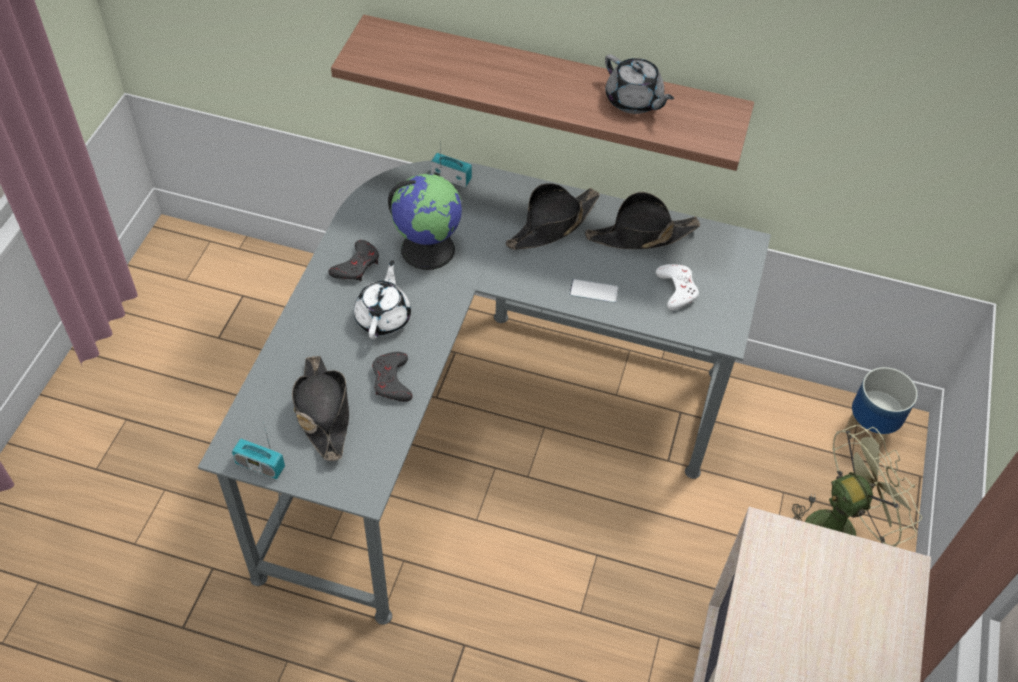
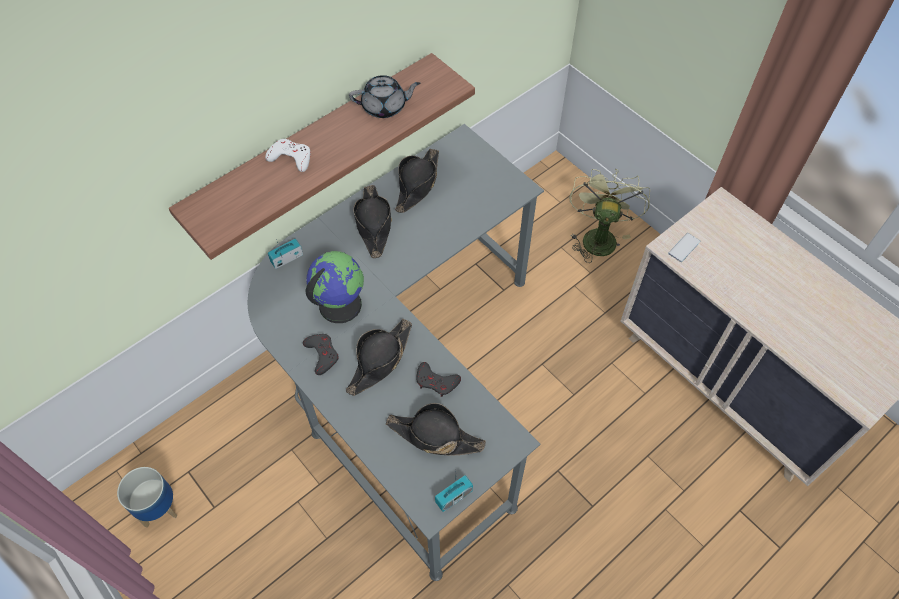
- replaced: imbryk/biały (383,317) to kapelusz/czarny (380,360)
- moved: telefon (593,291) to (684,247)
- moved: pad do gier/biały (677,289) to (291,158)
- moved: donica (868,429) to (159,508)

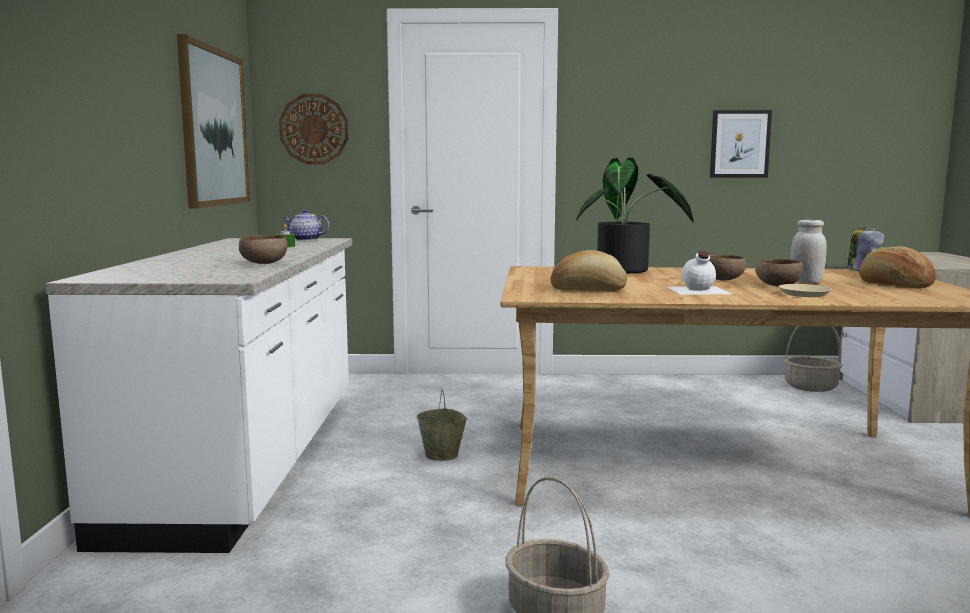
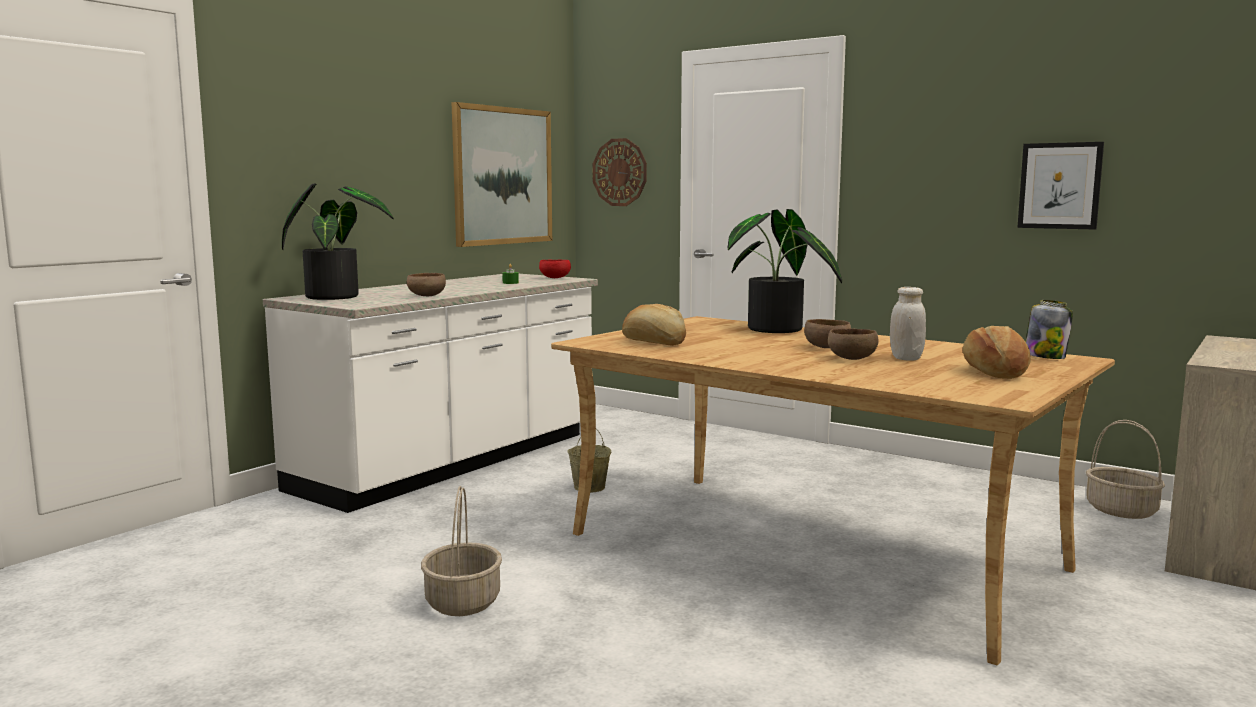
- replaced: imbryk (305,239) to miska/czerwony (554,278)
- removed: butelka/biały (698,290)
- removed: talerz/beżowy (804,294)
- added: roślina doniczkowa (337,296)

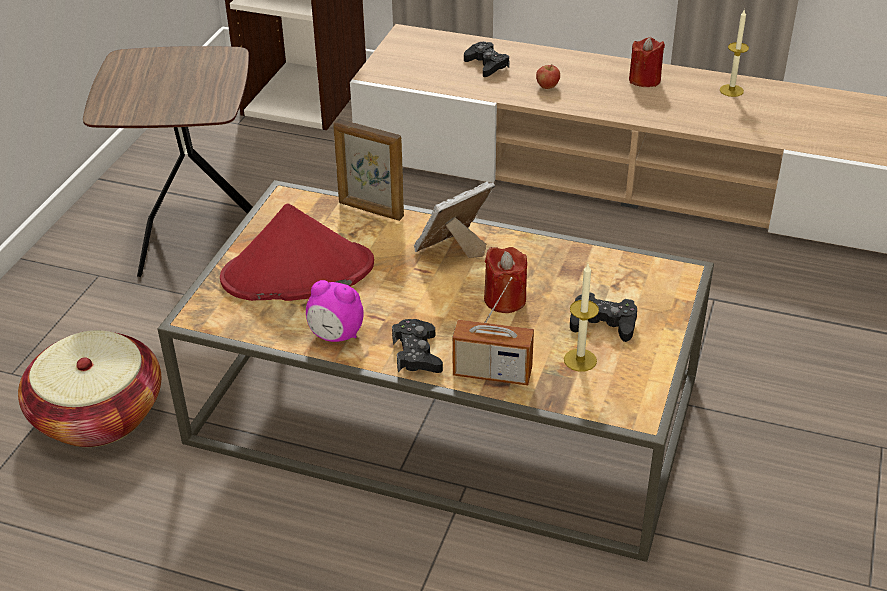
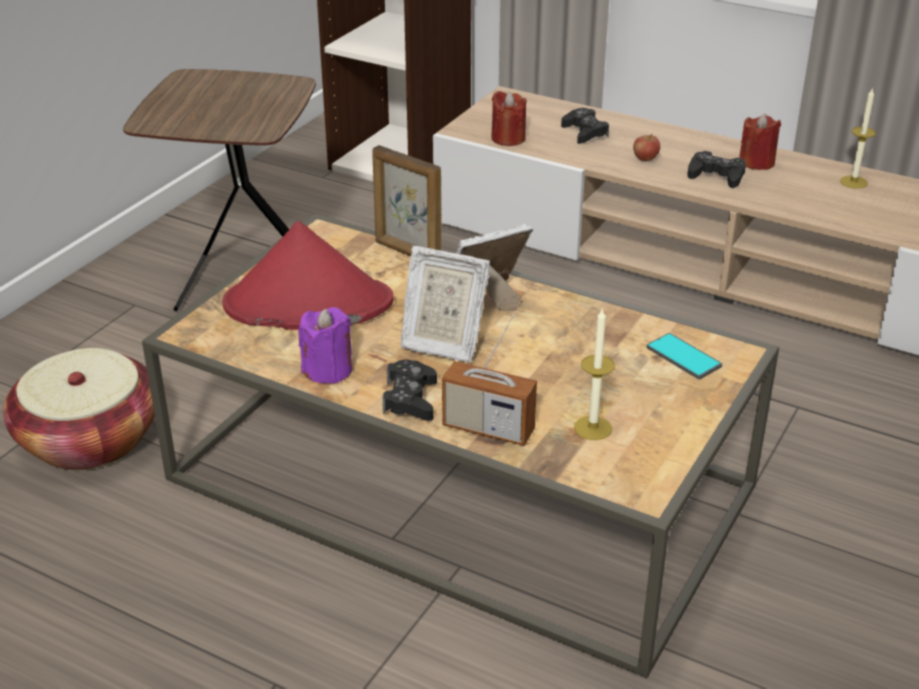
- replaced: budzik (336,335) to świeca/fioletowy (328,370)
- moved: świeca/czerwony (505,299) to (508,138)
- moved: pad do gier/czarny (603,323) to (716,176)
- added: ramka na zdjęcie (442,343)
- added: telefon (683,357)

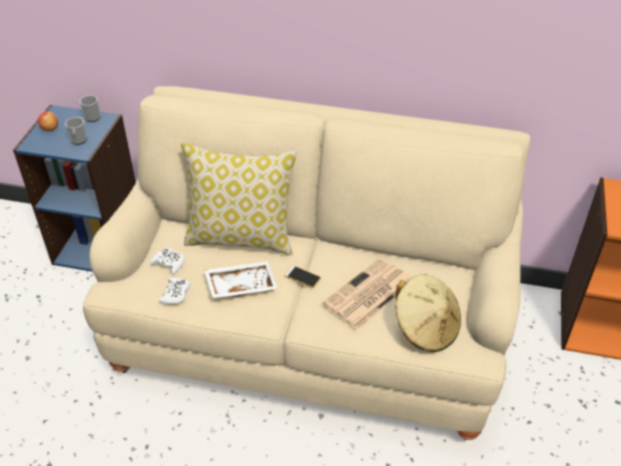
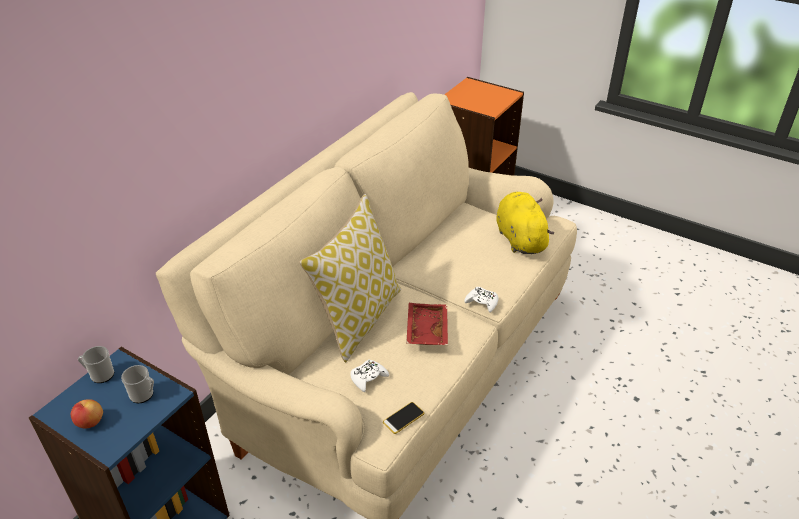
- moved: pad do gier/biały (176,294) to (482,302)
- recoloured: taca/biały (241,285) to taca/czerwony (425,330)
- moved: telefon (302,277) to (403,418)
- removed: gazeta (368,294)
- replaced: kapelusz/beżowy (425,328) to pluszak/żółty (519,238)

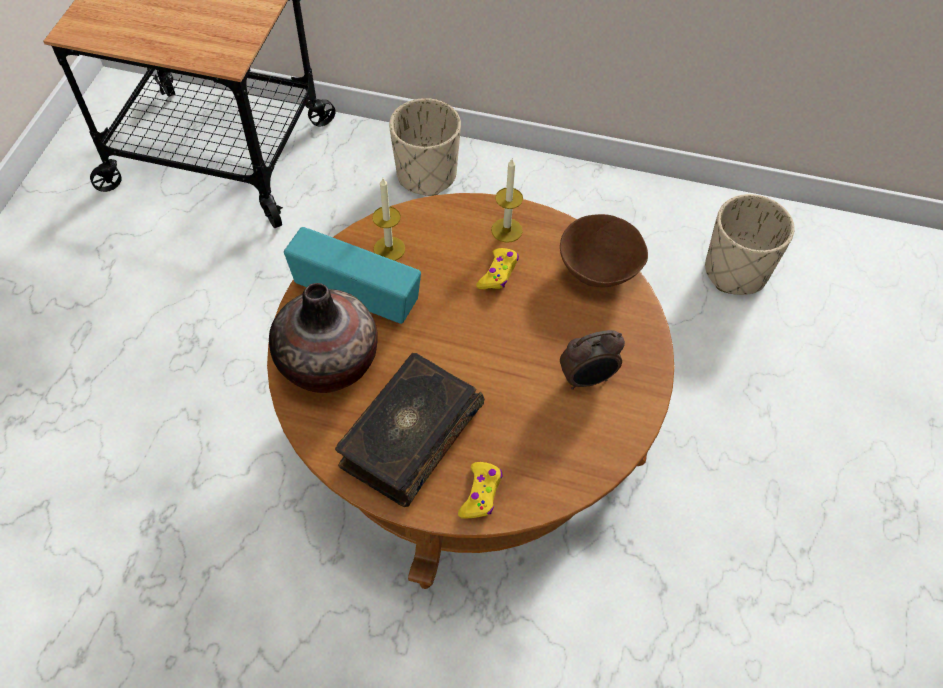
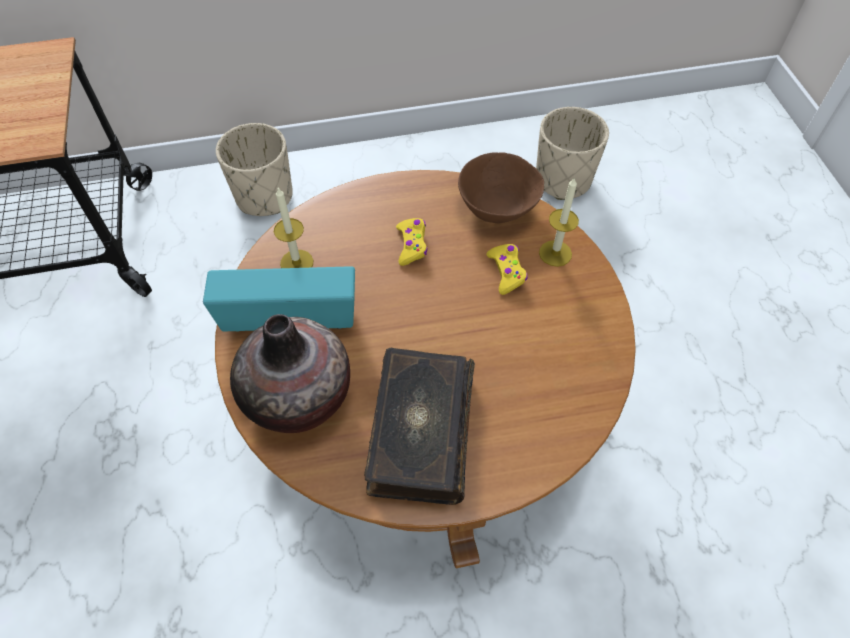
- moved: pad do gier/żółty (481,494) to (506,272)
- moved: świeca (506,230) to (555,253)
- removed: budzik (587,379)

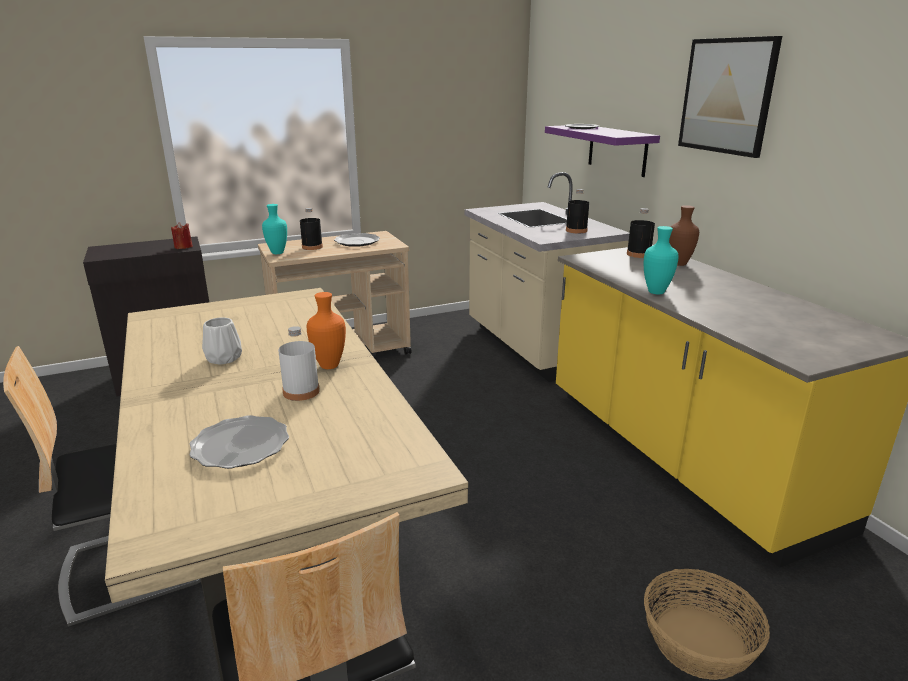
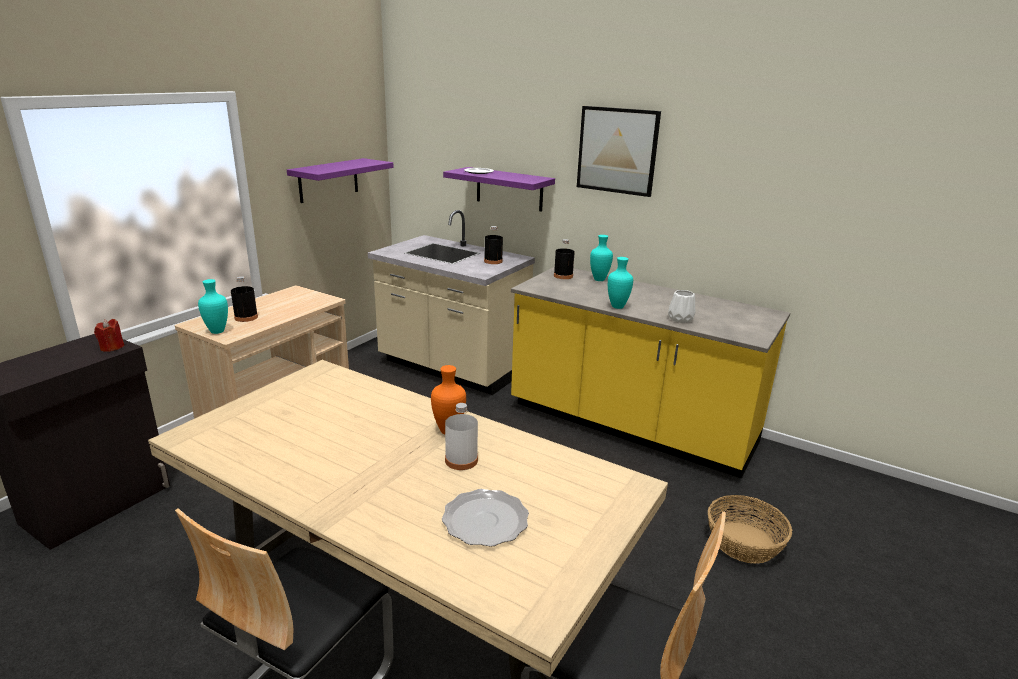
- moved: wazon/biały (224,358) to (680,319)
- removed: talerz (357,241)
- recoloured: wazon/brązowy (678,263) to wazon/turkusowy (598,279)
- added: półka/fioletowy (328,180)

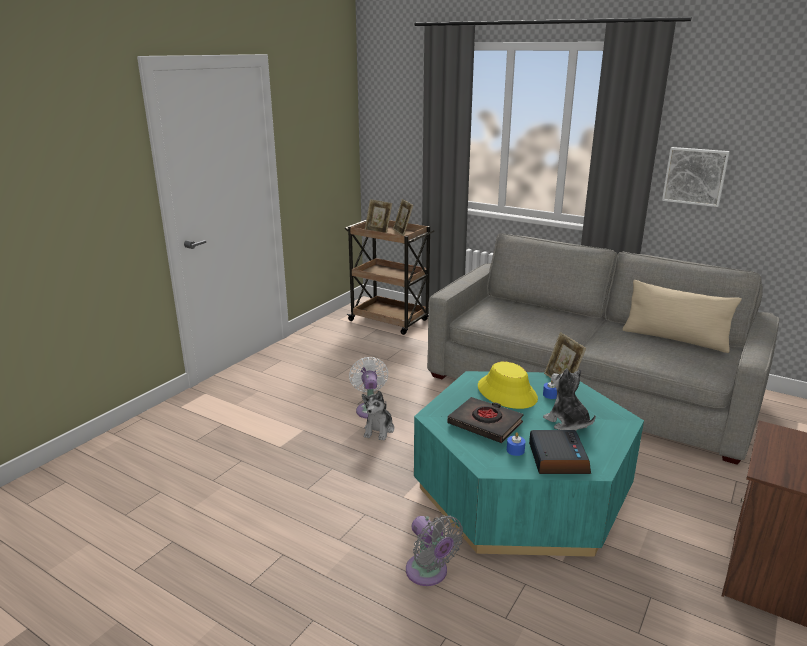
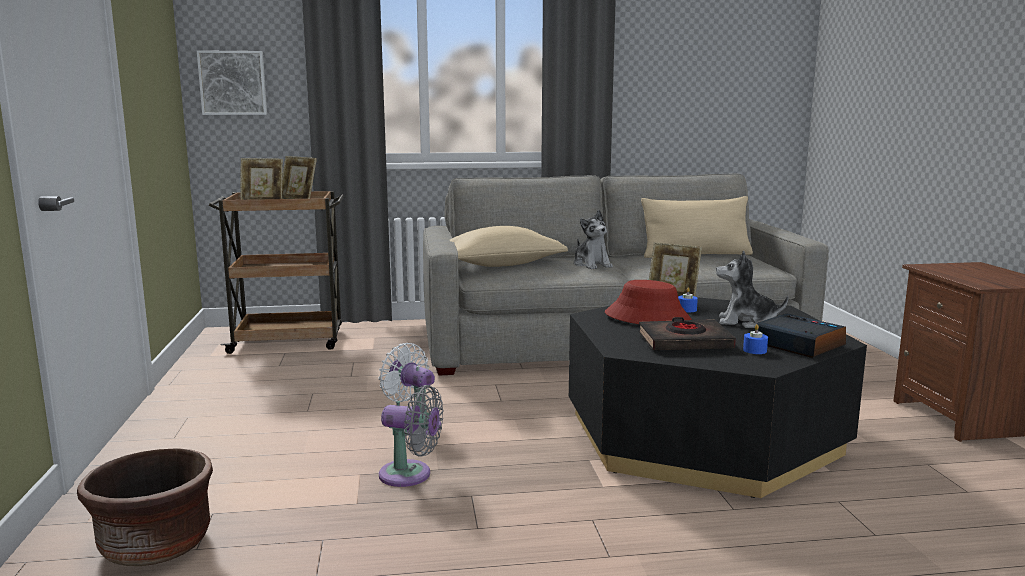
- moved: pluszak (379,430) to (591,265)
- moved: wentylator/szary (429,573) to (410,475)
- recoloured: ława/turkusowy (522,491) to ława/czarny (702,434)
- recoloured: kapelusz/żółty (507,392) to kapelusz/czerwony (647,317)
- moved: obraz (695,176) to (233,83)
- added: donica/brązowy (155,545)
- added: poduszka/beżowy (501,265)

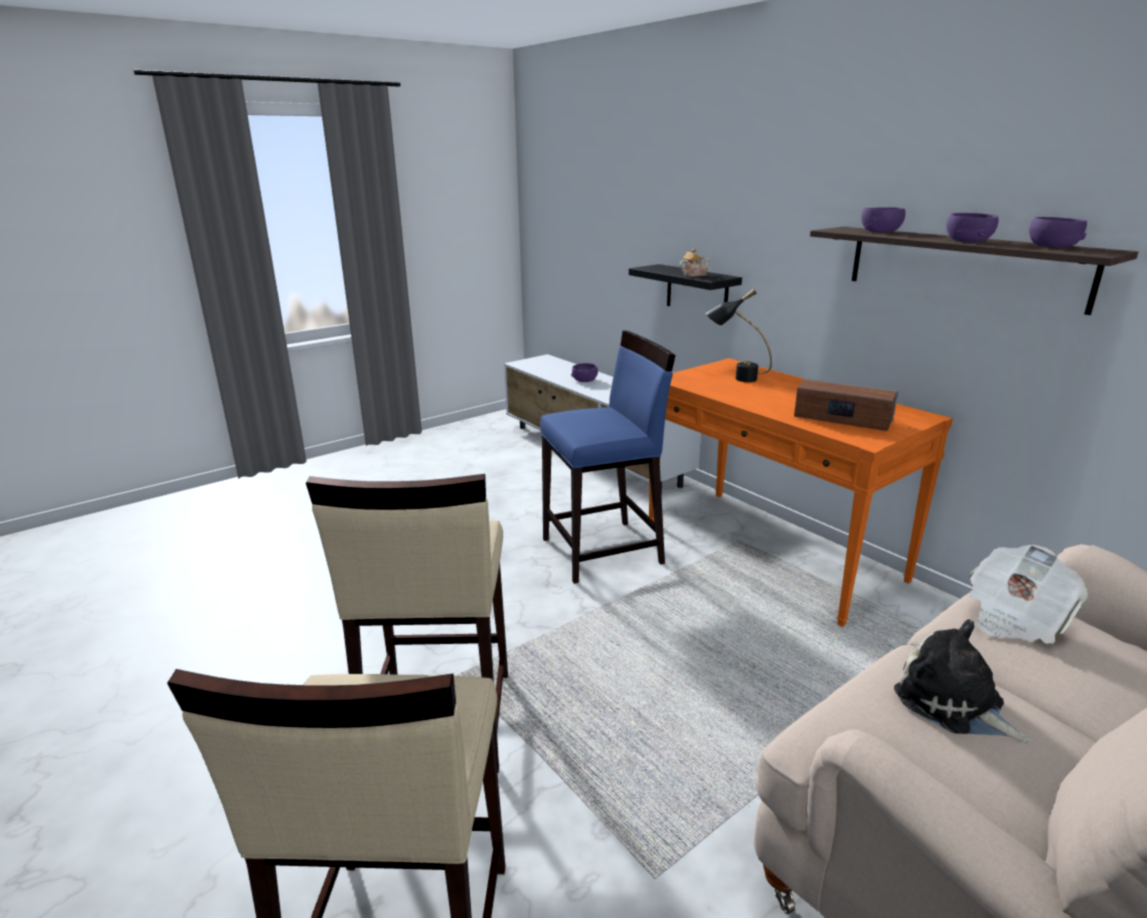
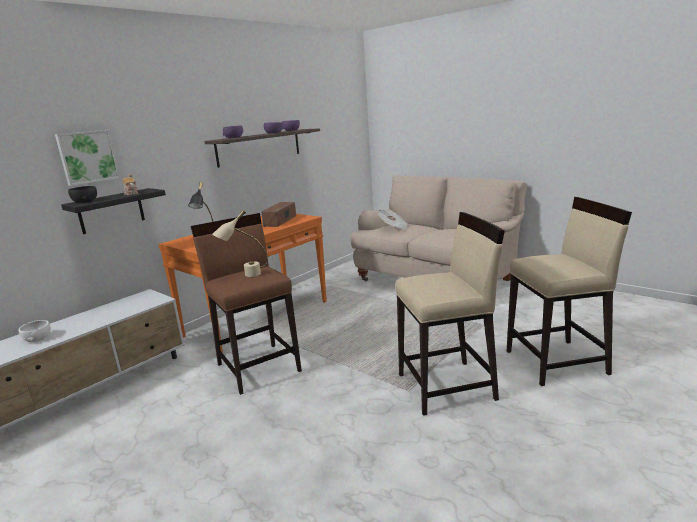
- recoloured: stołek/niebieski (603,551) to stołek/brązowy (259,367)
- recoloured: miska/fioletowy (584,380) to miska/biały (37,338)
- removed: pluszak (953,703)
- added: obraz (87,157)
- added: miska/czarny (85,201)
- added: lampa stołowa/beżowy (245,276)

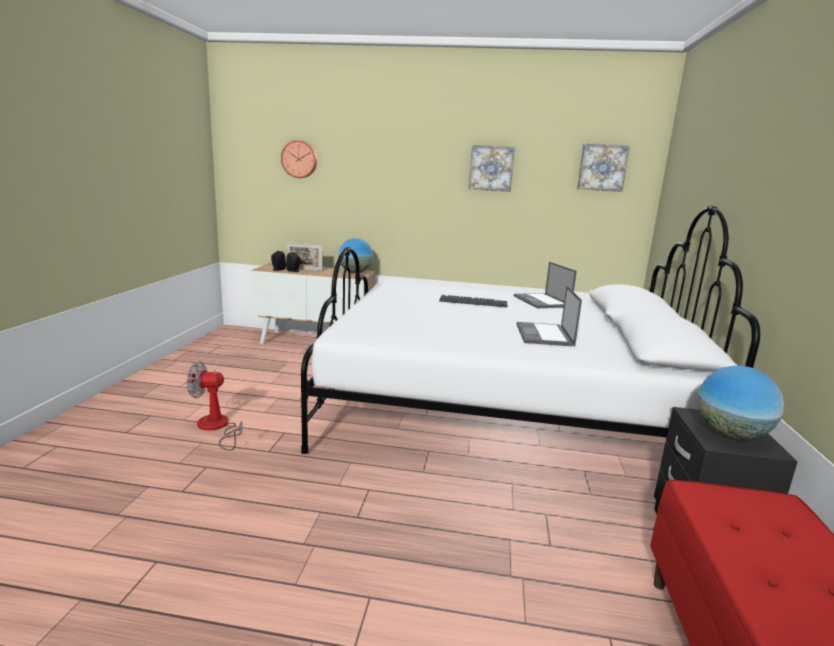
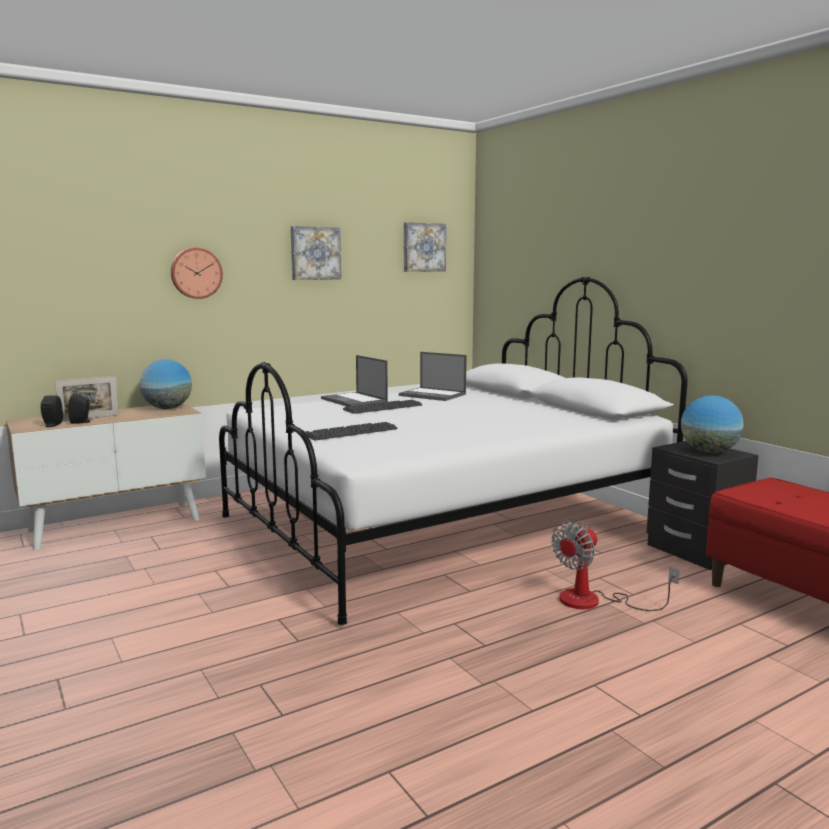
- moved: wentylator (217,428) to (594,601)
- moved: zegar ścienny (299,159) to (196,273)
- moved: laptop (544,335) to (355,400)
- added: klawiatura (351,432)

